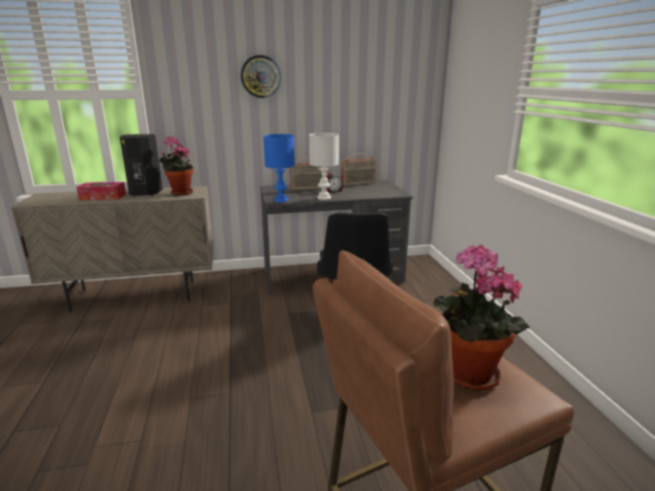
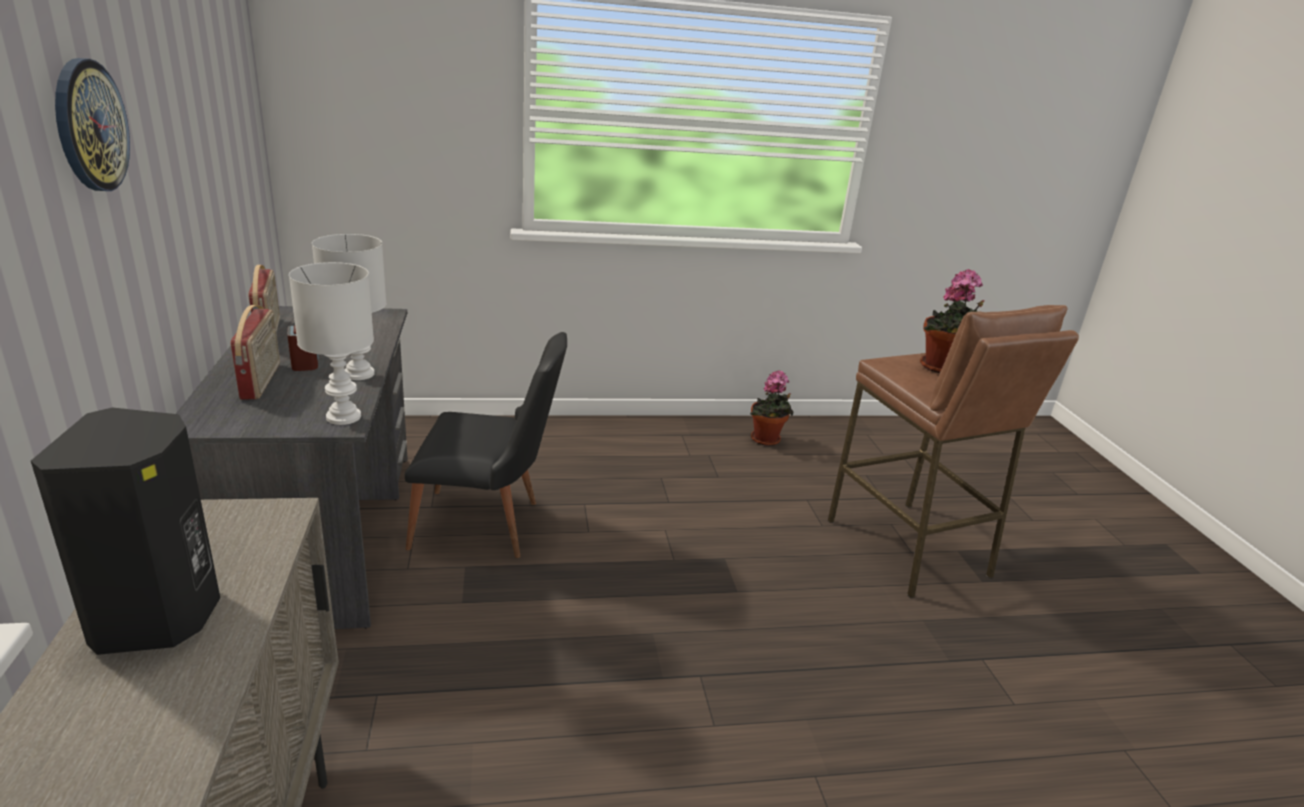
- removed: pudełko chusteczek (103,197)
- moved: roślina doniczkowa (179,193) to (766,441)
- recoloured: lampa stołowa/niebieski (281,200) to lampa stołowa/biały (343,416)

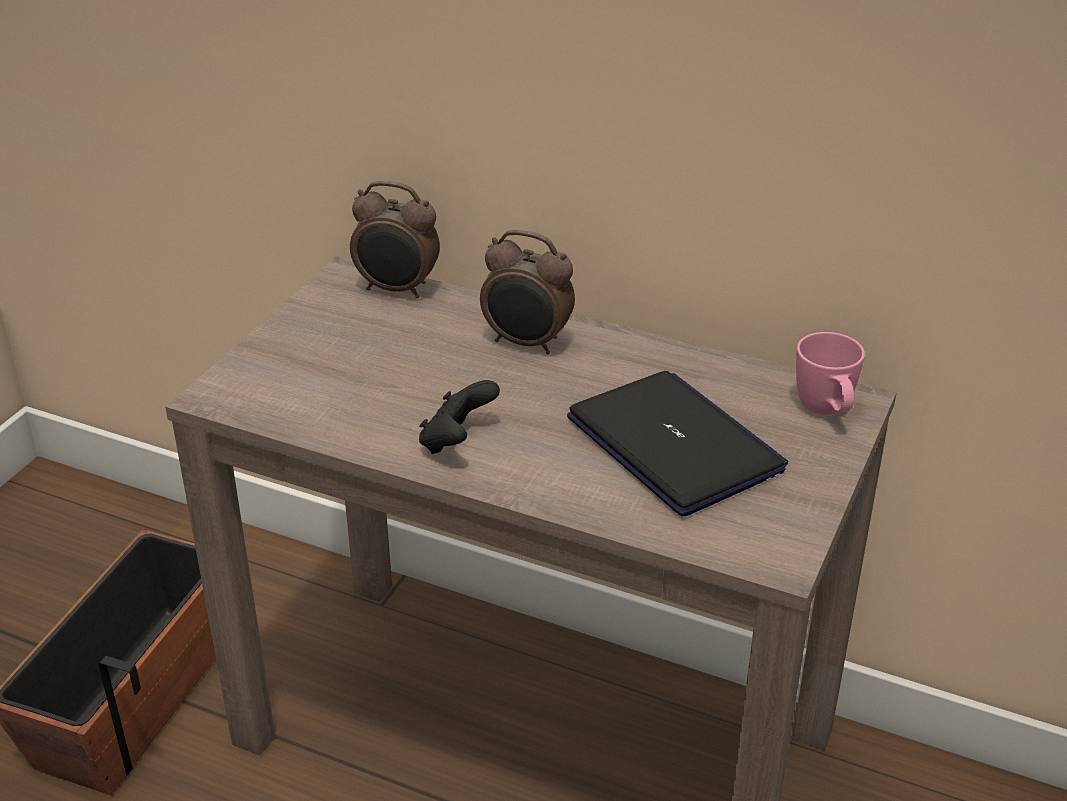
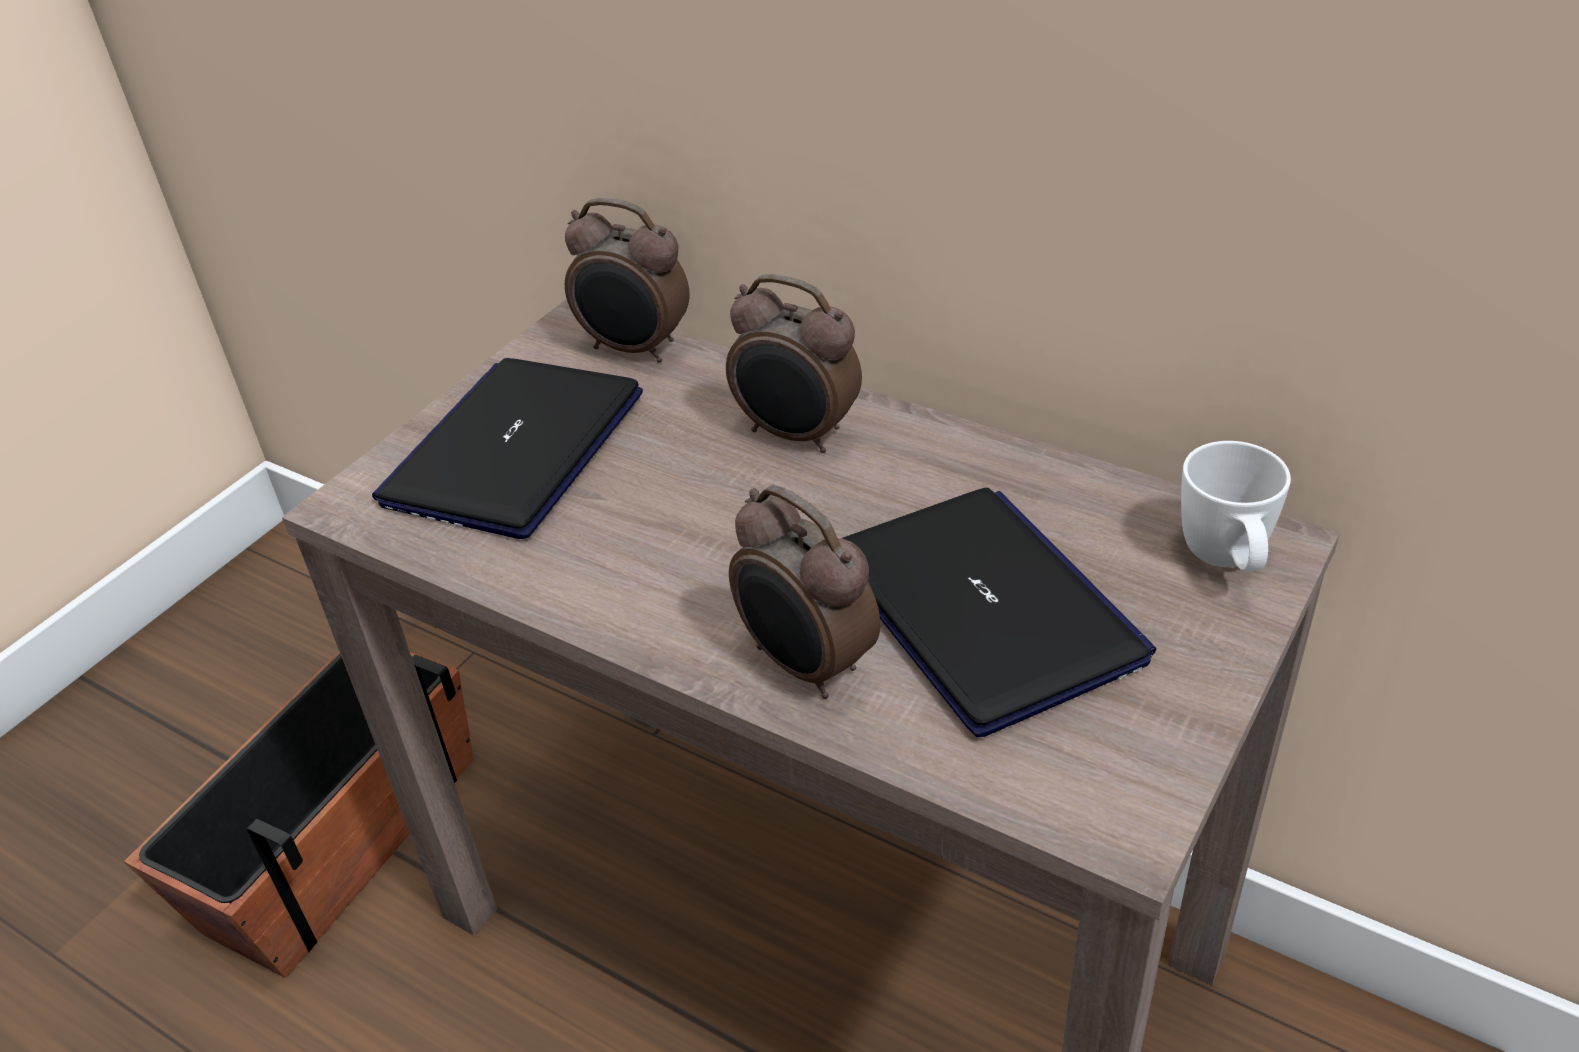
- removed: pad do gier/czarny (456,441)
- recoloured: kubek/różowy (827,412) to kubek/biały (1227,563)
- added: laptop (515,449)
- added: budzik (805,665)

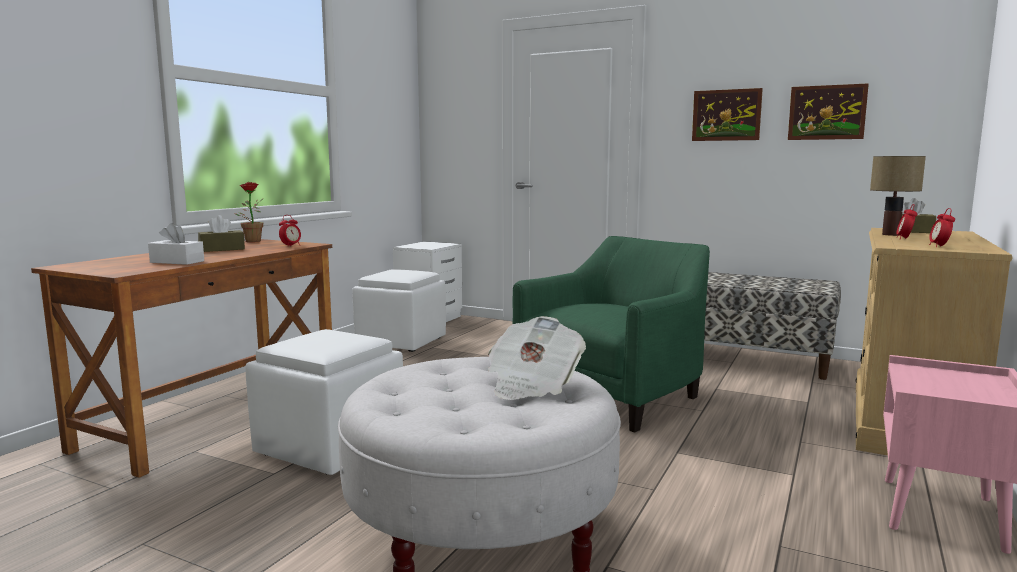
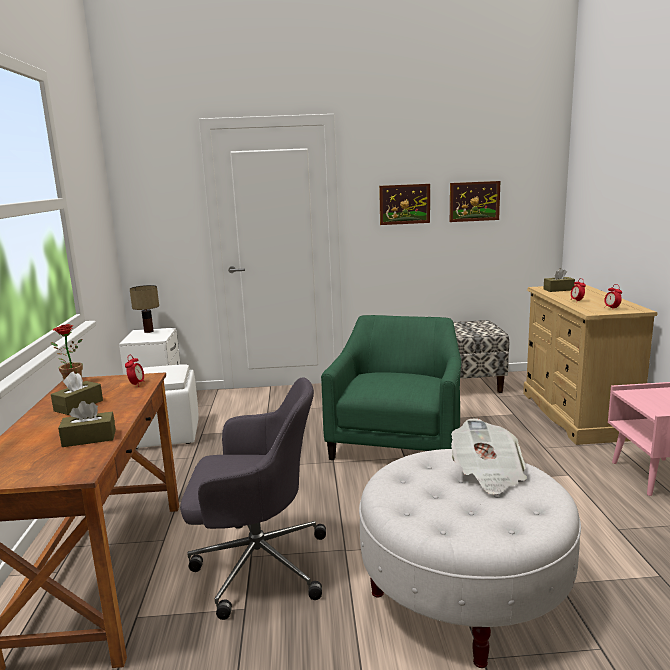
- recoloured: pudełko chusteczek/biały (177,262) to pudełko chusteczek/brązowy (89,438)
- replaced: pufa/biały (330,447) to krzesło biurowe/szary (257,565)
- moved: lampa stołowa (891,234) to (149,331)

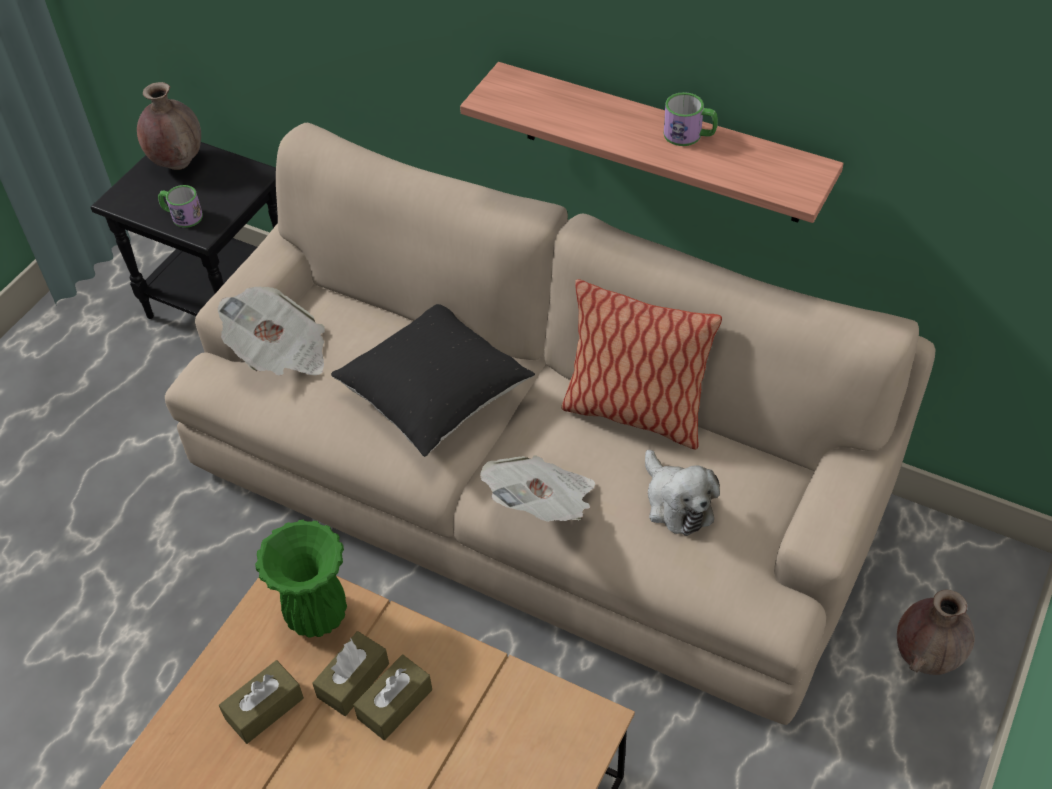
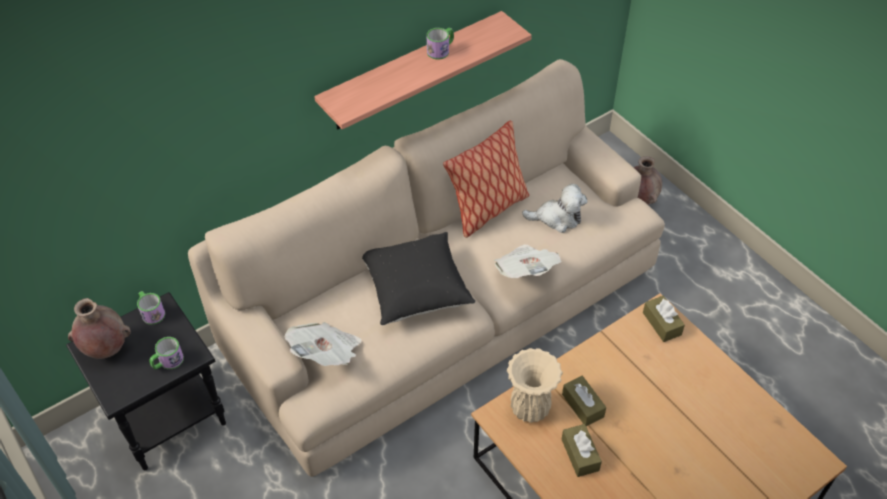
- recoloured: wazon/zielony (318,614) to wazon/beżowy (529,408)
- moved: pudełko chusteczek/brązowy (395,704) to (661,323)
- added: kubek (151,312)

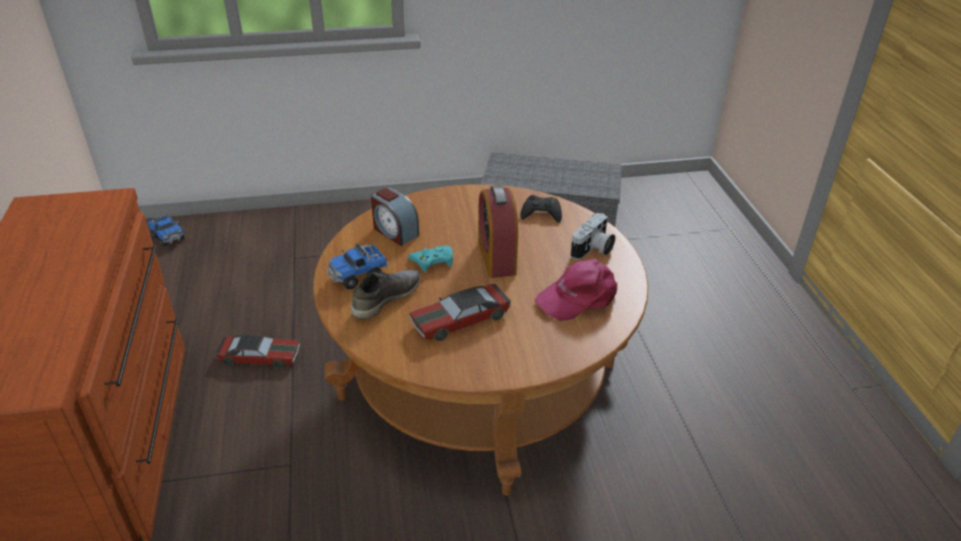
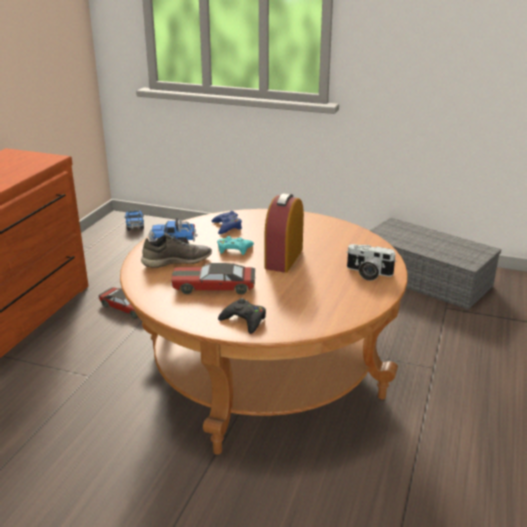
- replaced: budzik (394,231) to pad do gier/niebieski (227,226)
- moved: pad do gier/czarny (541,213) to (244,320)
- removed: czapka z daszkiem/różowy (579,297)
- turned: aparat fotograficzny (593,250) = (368,273) 45 degrees clockwise

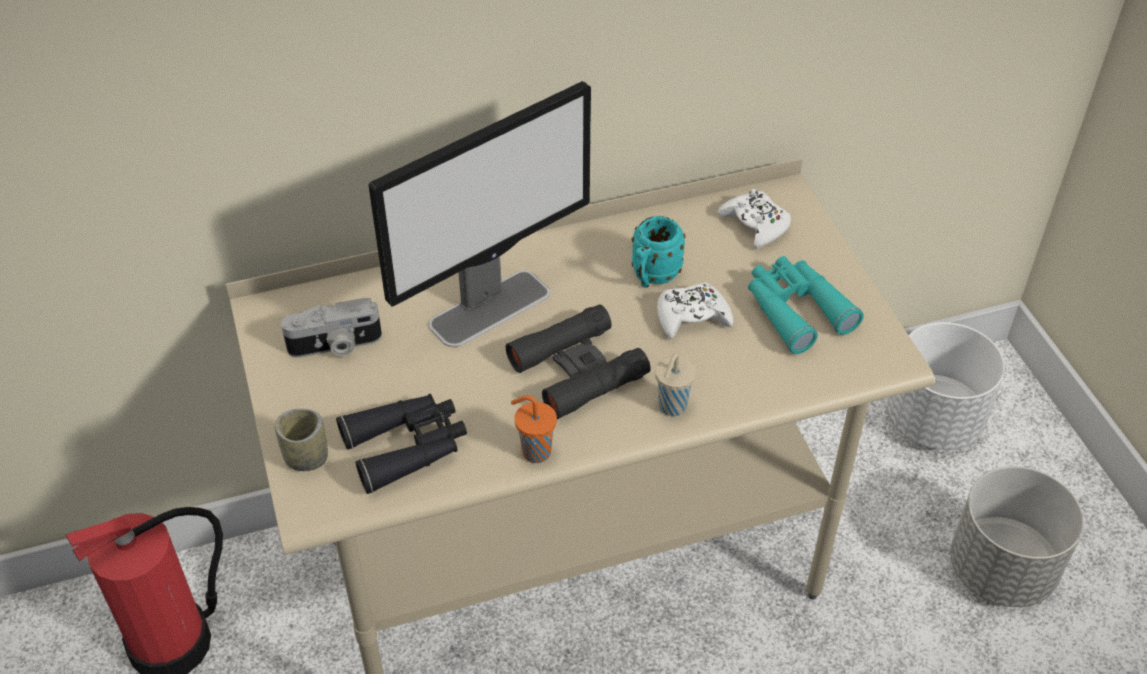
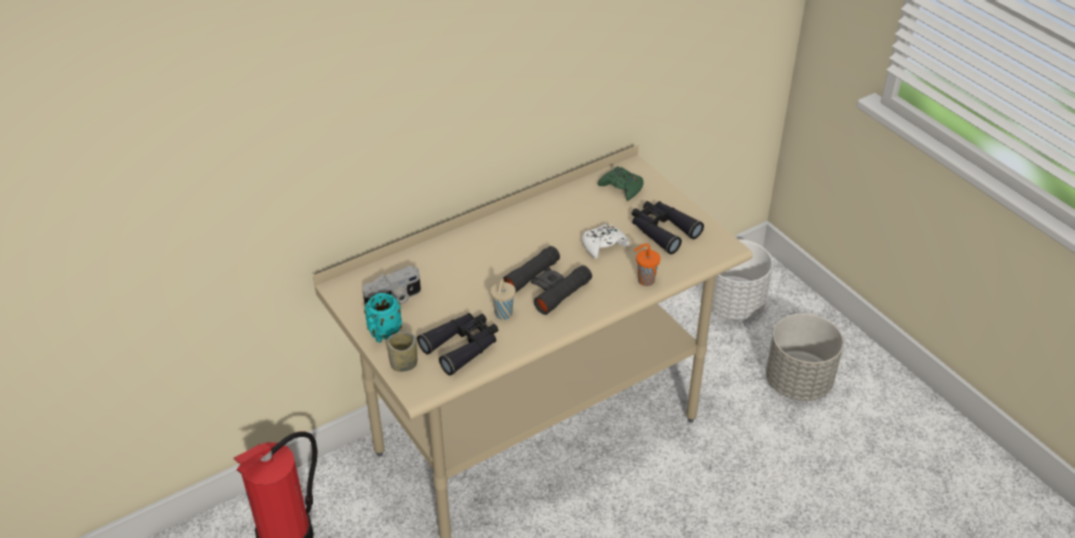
- removed: monitor (491,308)
- moved: filiżanka/pomarańczowy (534,452) to (645,280)
- moved: kubek/turkusowy (652,277) to (382,334)
- moved: filiżanka/beżowy (671,407) to (503,315)
- recoloured: pad do gier/biały (755,224) to pad do gier/zielony (622,187)
- recoloured: lornetka/turkusowy (795,310) to lornetka/czarny (662,231)

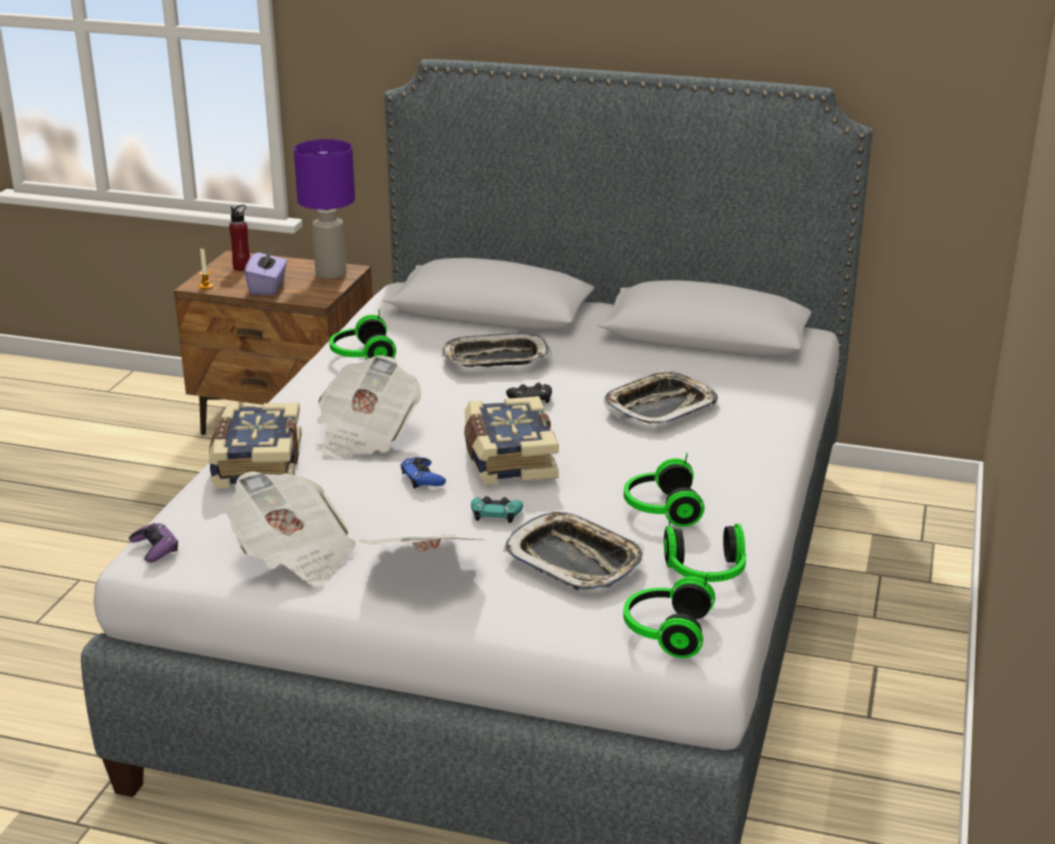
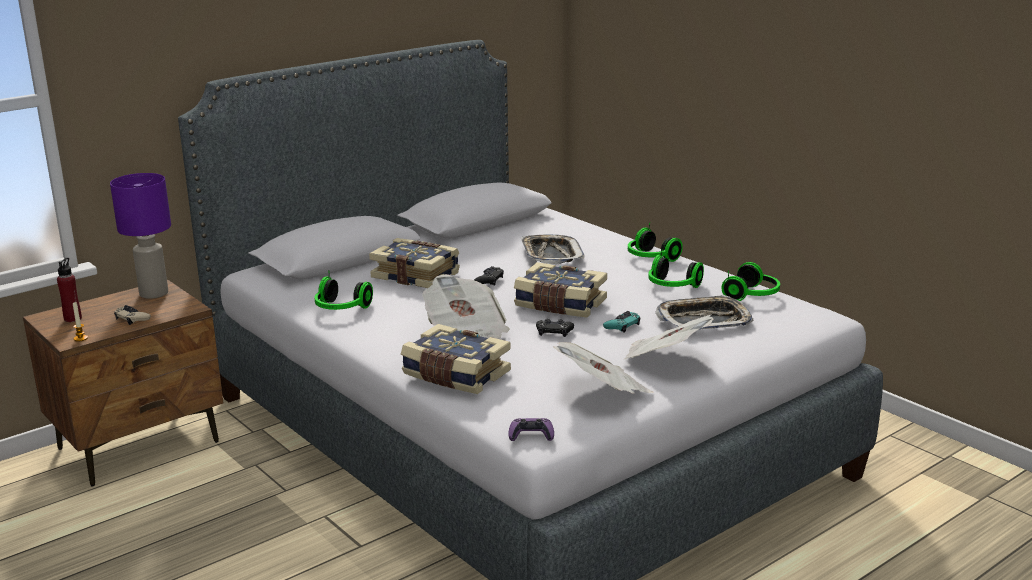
- replaced: pudełko chusteczek/fioletowy (268,287) to pad do gier/beżowy (132,318)
- recoloured: pad do gier/niebieski (422,478) to pad do gier/czarny (554,331)
- replaced: taca (495,359) to książka (416,275)
- moved: słuchawki (665,632) to (650,258)

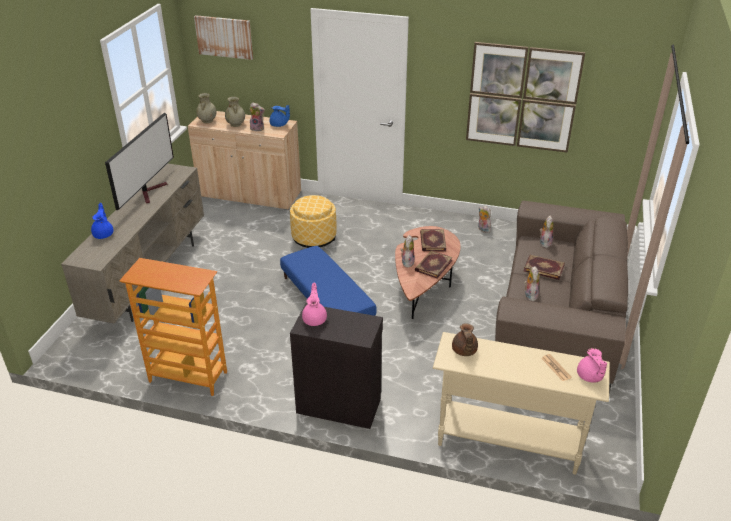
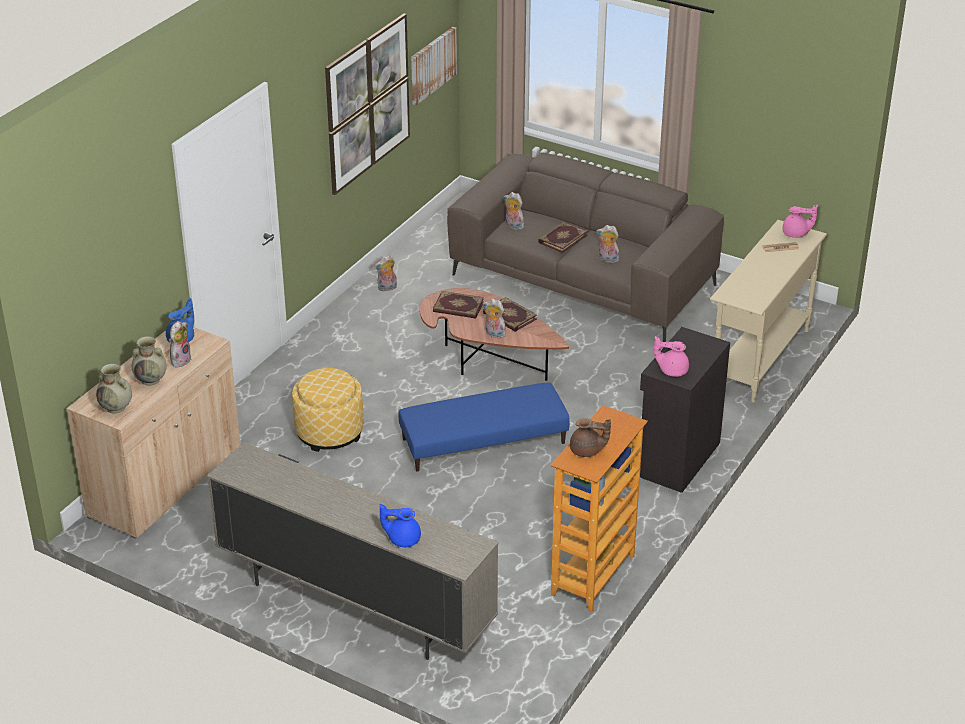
- removed: telewizor (150,191)
- moved: obraz (224,37) to (432,65)
- moved: imbryk/brązowy (464,351) to (587,451)

